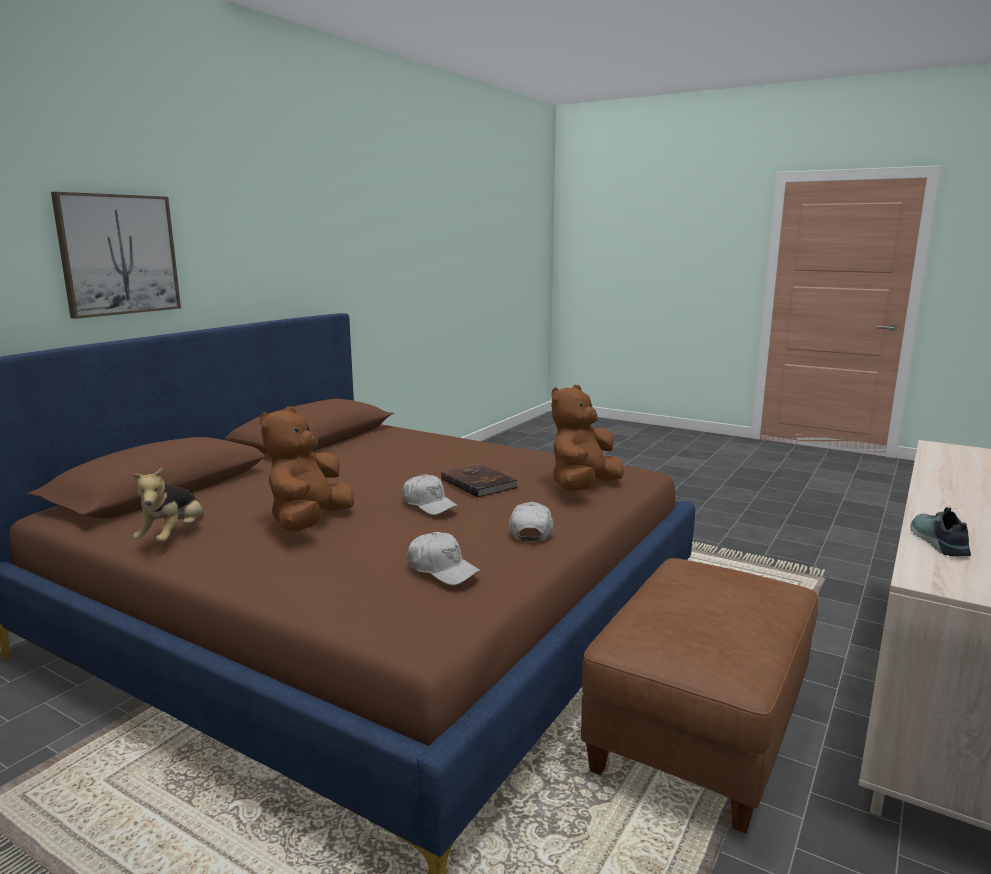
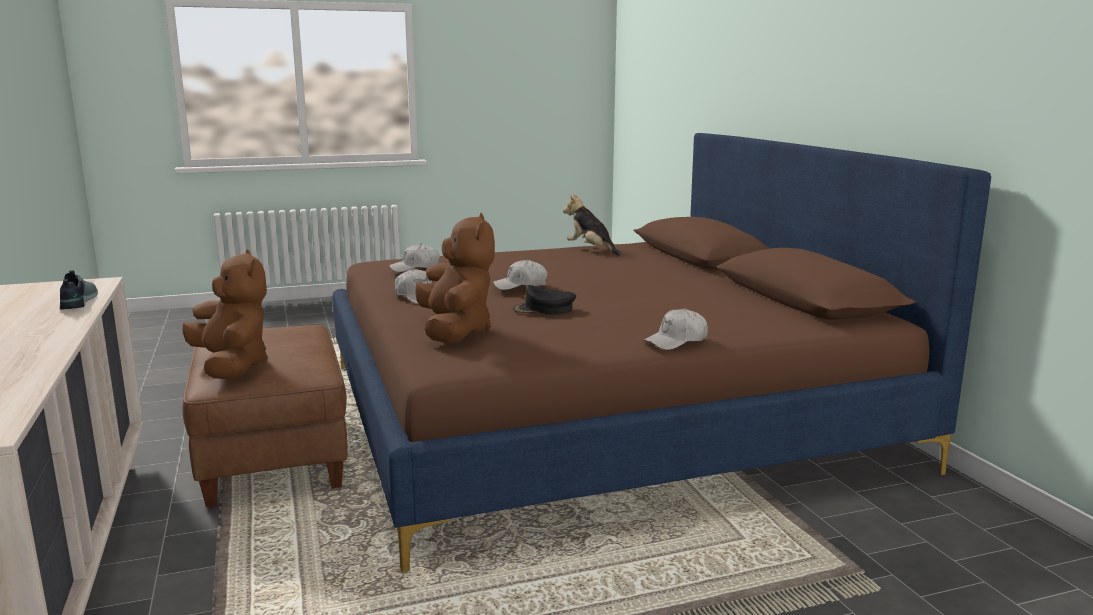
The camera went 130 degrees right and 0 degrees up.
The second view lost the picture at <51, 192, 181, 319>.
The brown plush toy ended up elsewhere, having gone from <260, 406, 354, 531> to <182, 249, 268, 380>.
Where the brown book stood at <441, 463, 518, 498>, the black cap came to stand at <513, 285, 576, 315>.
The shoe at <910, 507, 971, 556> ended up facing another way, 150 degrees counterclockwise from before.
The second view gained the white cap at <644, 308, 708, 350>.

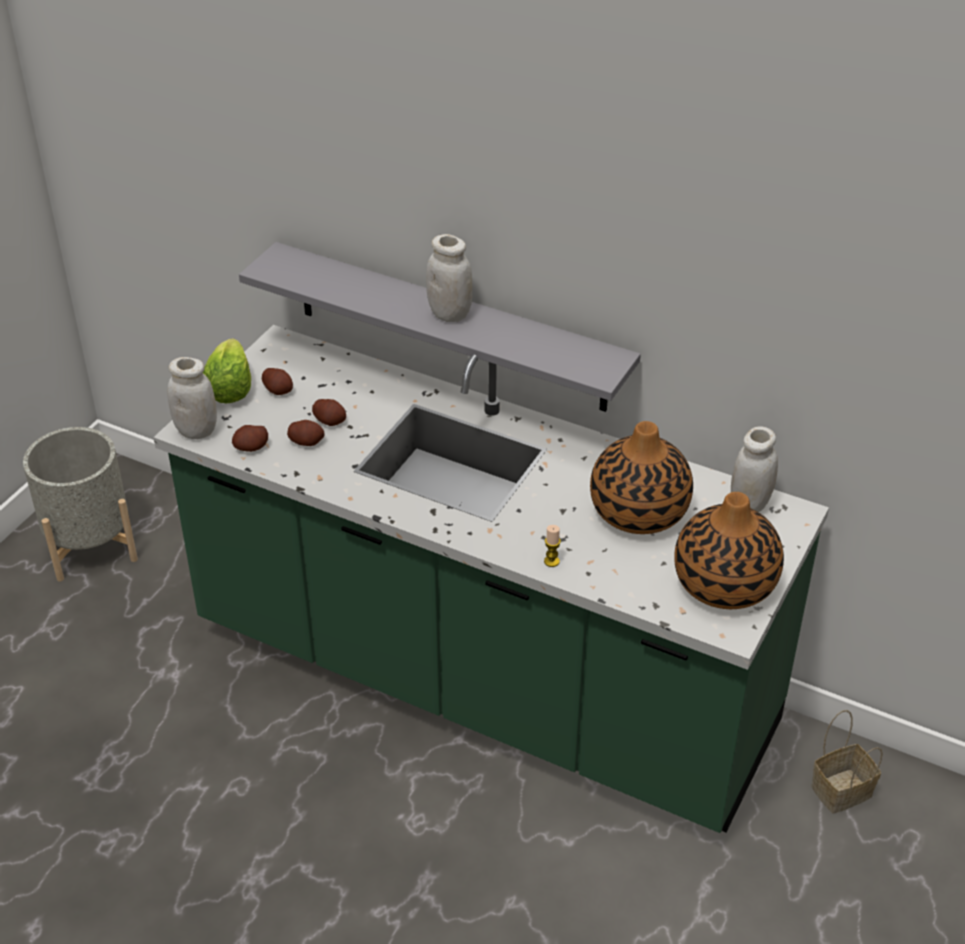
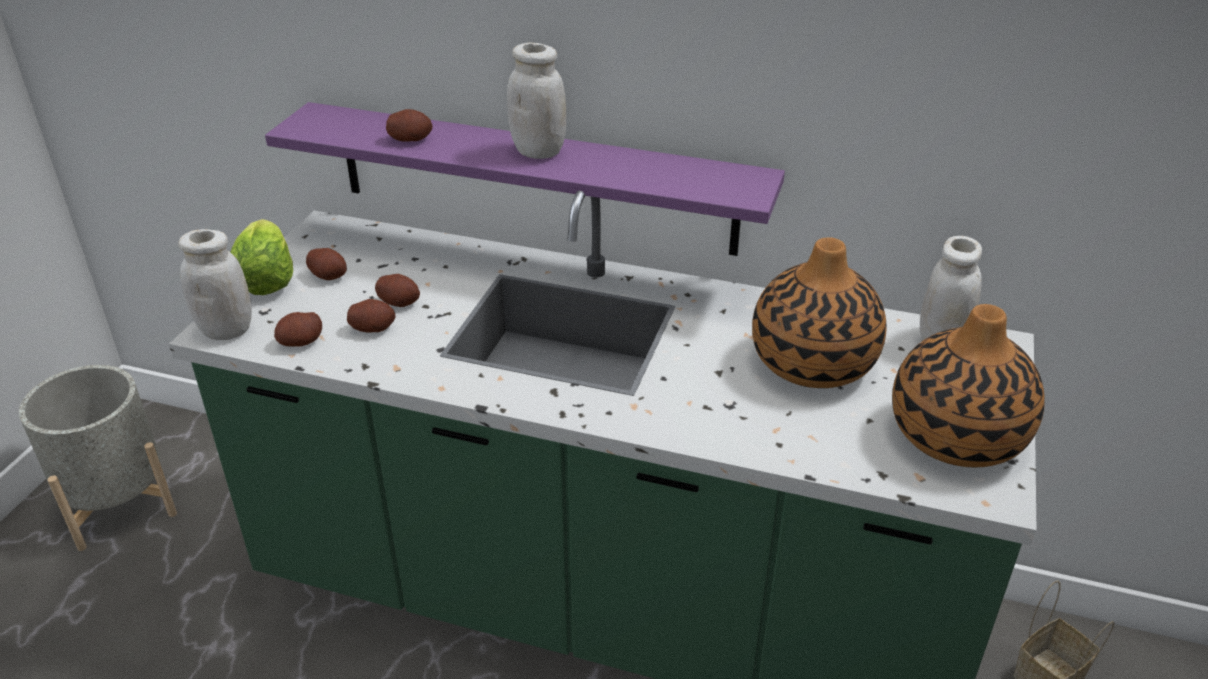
The camera went 10 degrees left and 5 degrees down.
What was the grey shelf at <239, 242, 641, 412> turned into the purple shelf at <265, 102, 785, 256>.
The second view lost the candle at <544, 525, 561, 567>.
The second view gained the potato at <386, 109, 433, 142>.

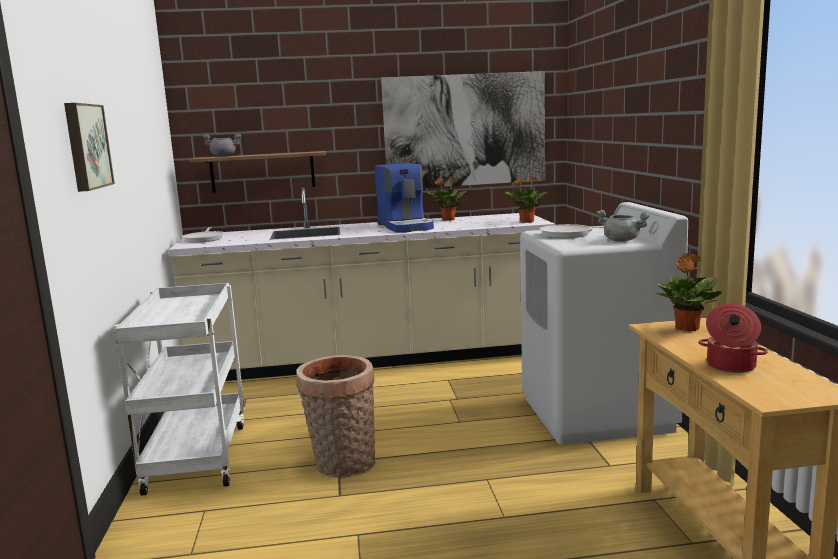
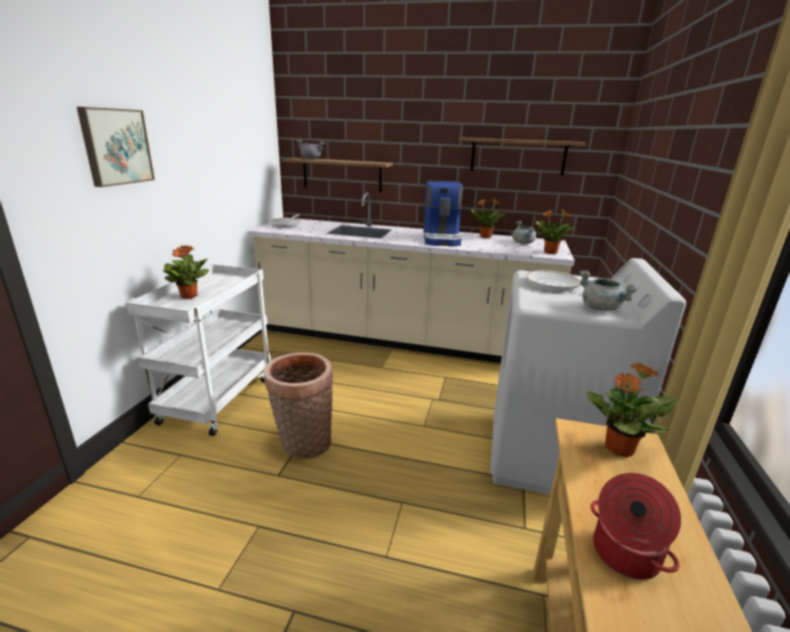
The camera went 20 degrees right and 10 degrees up.
Where the picture hung at <381, 71, 545, 188>, the shelf came to hang at <459, 137, 586, 176>.
The second view gained the potted plant at <163, 245, 209, 299>.
The second view gained the grey cooking pot at <512, 221, 536, 244>.

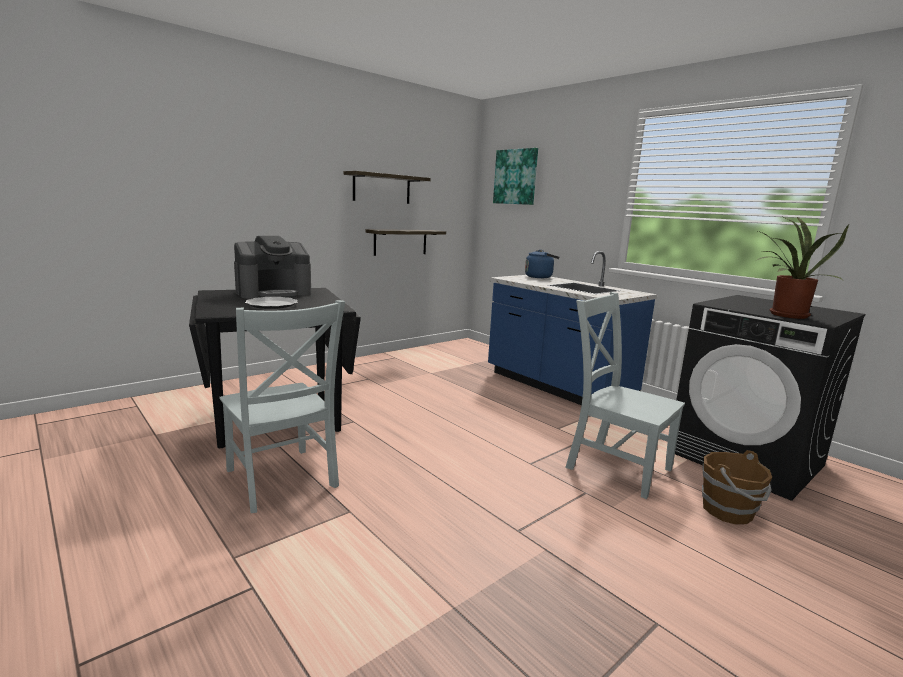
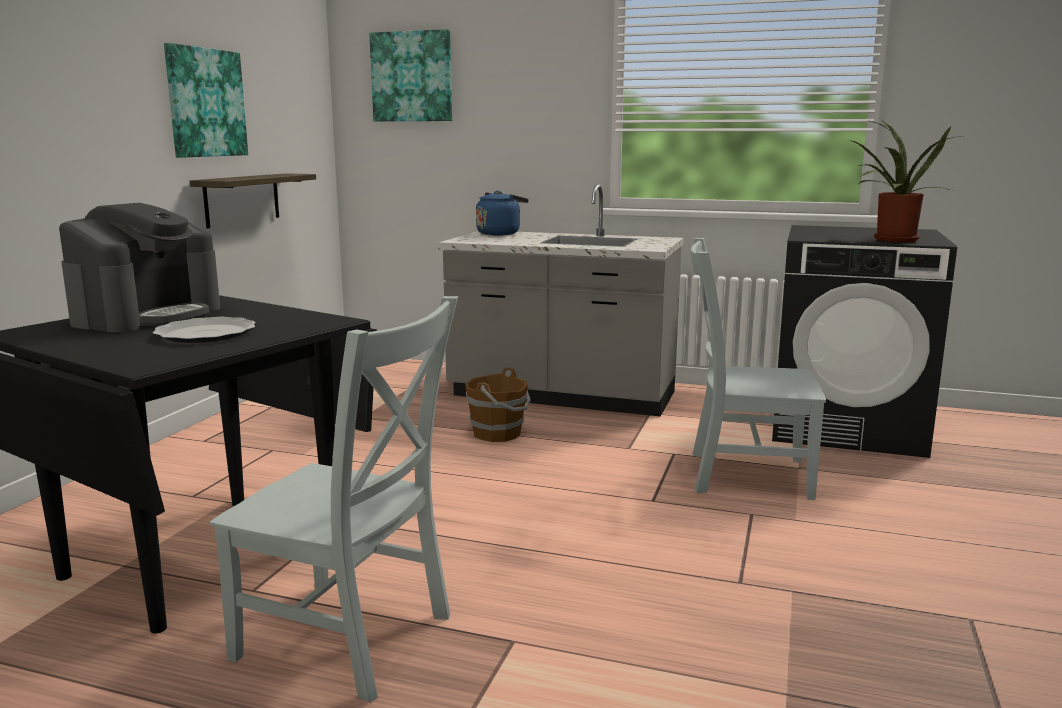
The camera went 30 degrees left and 0 degrees up.
Where the shelf hung at <344, 171, 431, 204>, the picture came to hang at <164, 43, 248, 158>.
What was the blue counter at <488, 251, 657, 405> turned into the grey counter at <438, 184, 684, 416>.
The brown bucket ended up elsewhere, having gone from <702, 450, 772, 525> to <466, 367, 531, 442>.

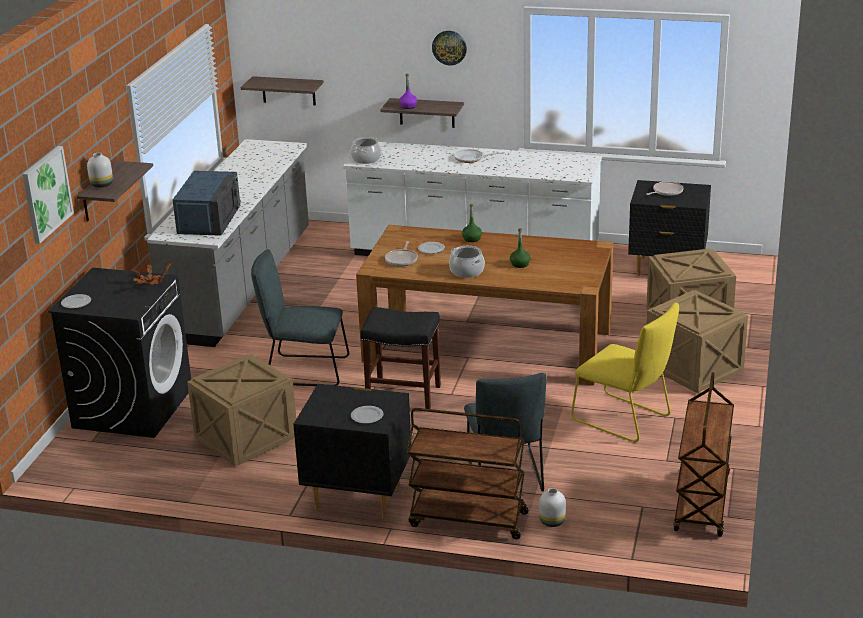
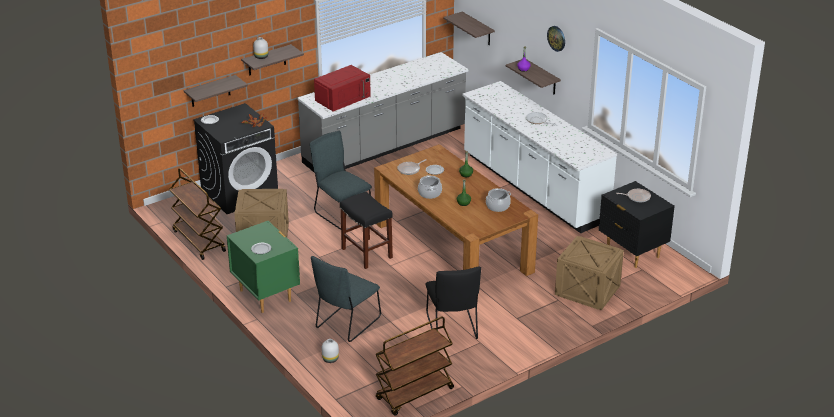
The camera went 40 degrees right and 5 degrees up.
The second view lost the picture at <23, 146, 74, 244>.
What was the blue microwave at <173, 171, 241, 236> turned into the red microwave at <314, 65, 371, 112>.
What was the black nightstand at <293, 384, 411, 519> turned into the green nightstand at <227, 221, 300, 313>.
The cooking pot ended up elsewhere, having gone from <351, 137, 381, 164> to <486, 188, 511, 212>.
The brown cart ended up elsewhere, having gone from <407, 408, 529, 540> to <169, 168, 226, 260>.
What was the yellow chair at <571, 303, 679, 442> turned into the black chair at <426, 266, 481, 339>.
The second view lost the crate at <647, 290, 748, 393>.
The second view gained the shelf at <183, 75, 248, 107>.

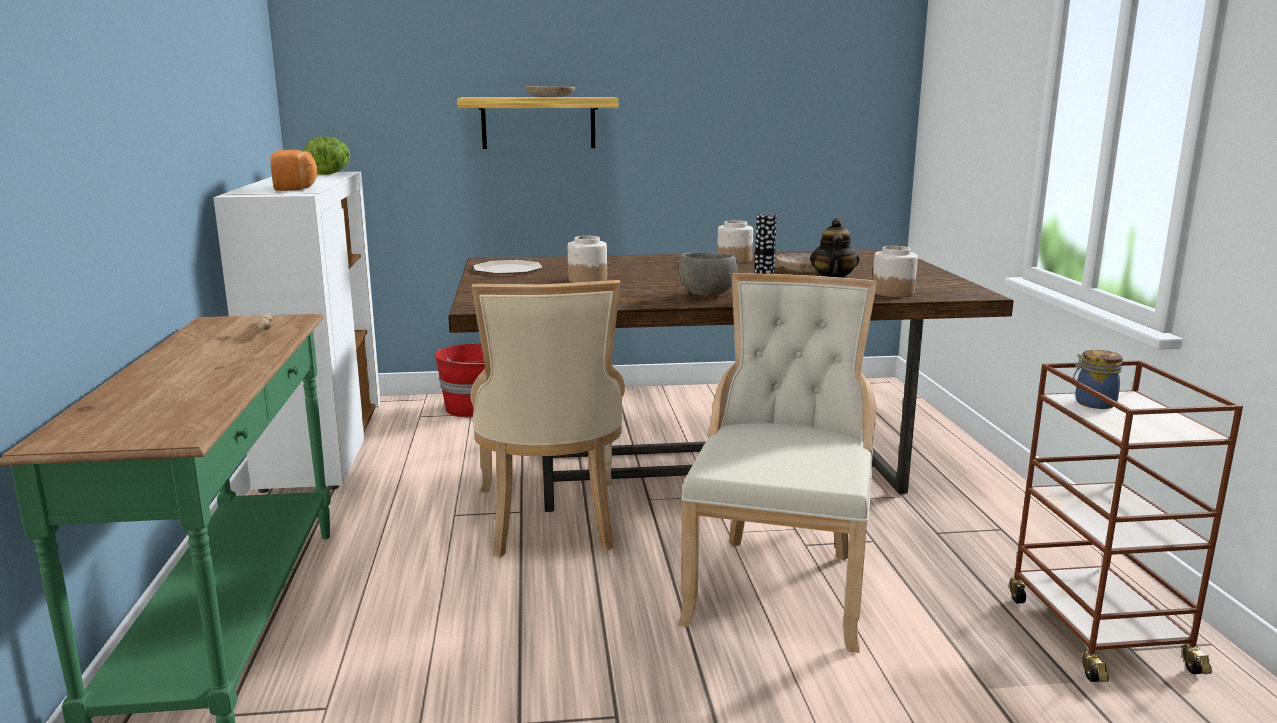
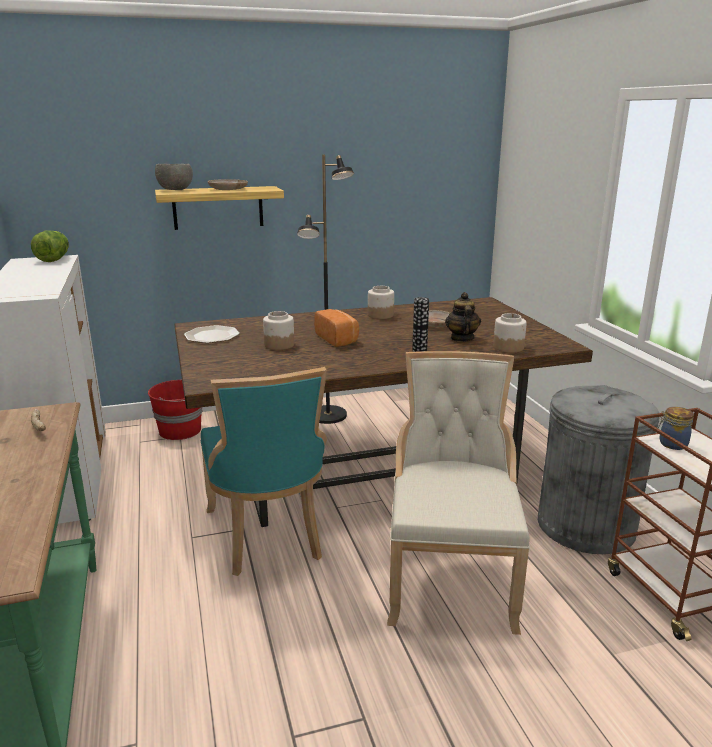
The camera went 10 degrees left and 5 degrees up.
The bread ended up elsewhere, having gone from <270, 150, 317, 191> to <314, 309, 359, 347>.
What was the beige chair at <470, 280, 625, 558> turned into the turquoise chair at <201, 367, 327, 576>.
The grey bowl ended up elsewhere, having gone from <679, 252, 738, 296> to <155, 164, 193, 190>.
The second view gained the black floor lamp at <297, 155, 354, 424>.
The second view gained the grey trash can at <538, 385, 659, 554>.

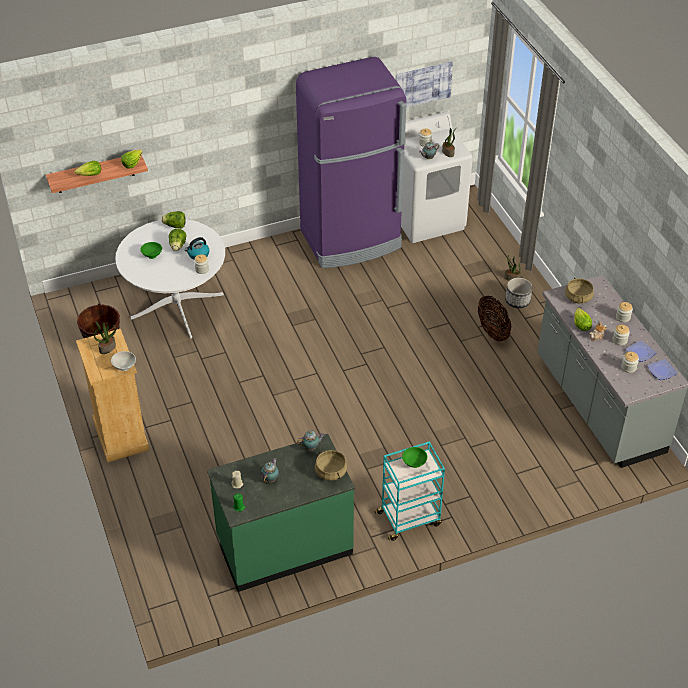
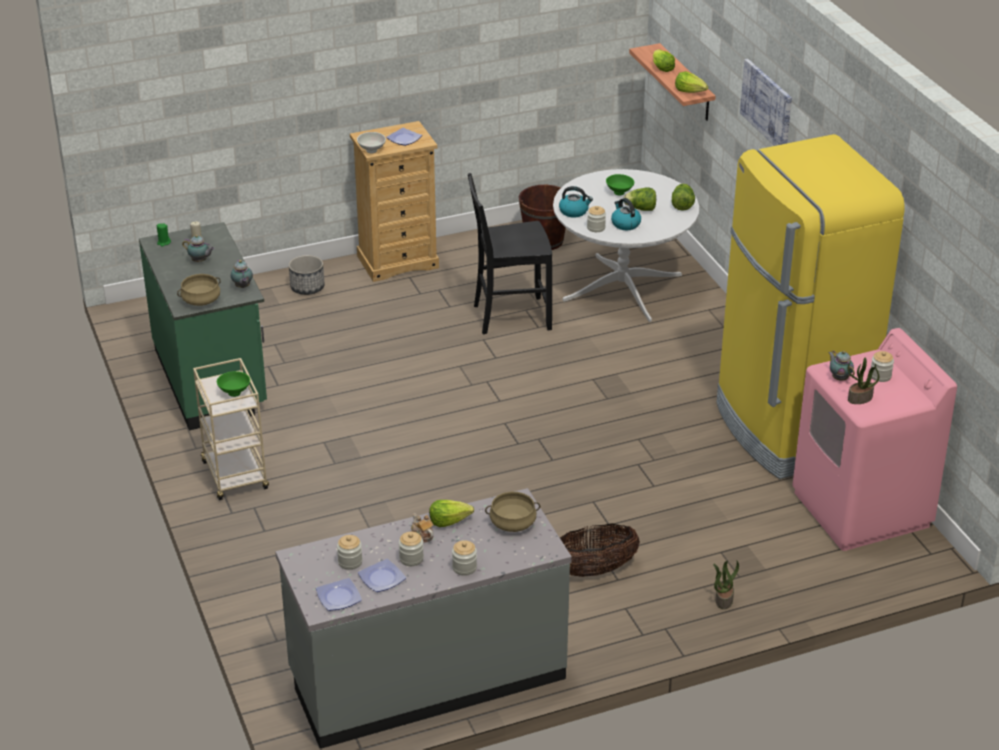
The camera went 90 degrees right and 10 degrees down.
Where the potted plant stood at <94, 321, 116, 354>, the plate came to stand at <386, 128, 422, 146>.
What was the purple fridge at <296, 57, 406, 268> turned into the yellow fridge at <716, 134, 905, 479>.
What was the turquoise cart at <375, 441, 445, 541> turned into the beige cart at <193, 358, 269, 500>.
The picture ended up elsewhere, having gone from <396, 62, 453, 108> to <740, 59, 792, 146>.
What was the white washing machine at <401, 112, 473, 243> turned into the pink washing machine at <792, 328, 957, 551>.
The planter ended up elsewhere, having gone from <505, 278, 533, 308> to <289, 255, 324, 295>.
The second view gained the black chair at <468, 173, 552, 334>.
The second view gained the kettle at <559, 186, 593, 218>.

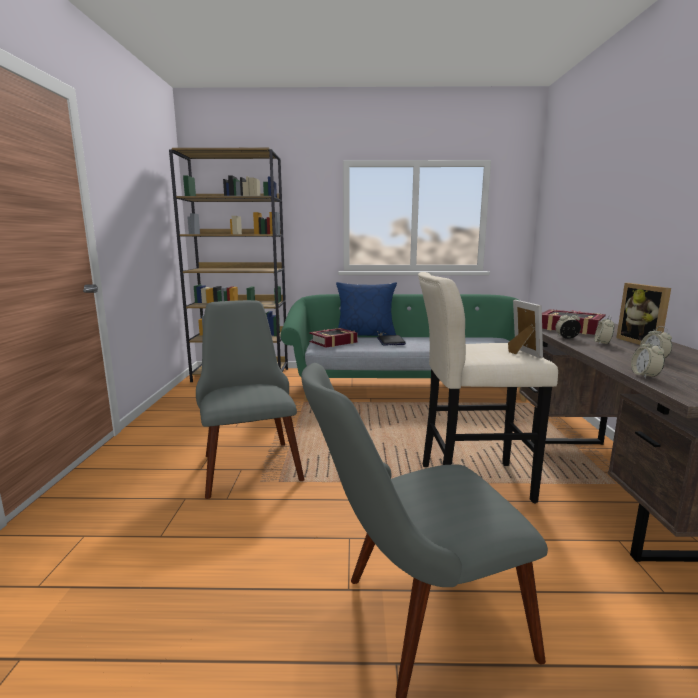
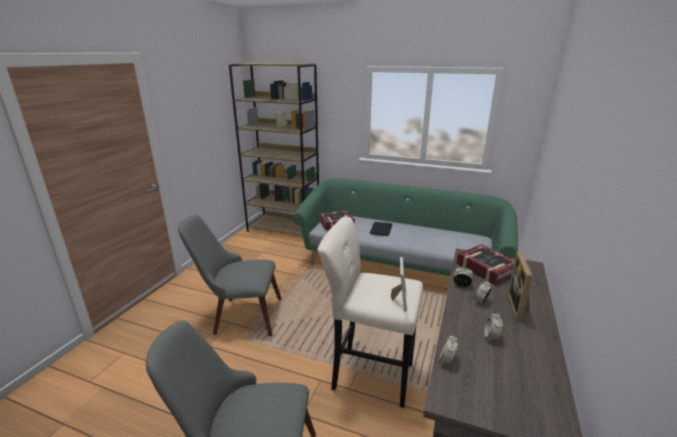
The camera went 20 degrees right and 10 degrees up.
The grey chair at <196, 300, 304, 499> ended up facing another way, 90 degrees counterclockwise from before.
The second view lost the blue pillow at <336, 282, 397, 336>.

